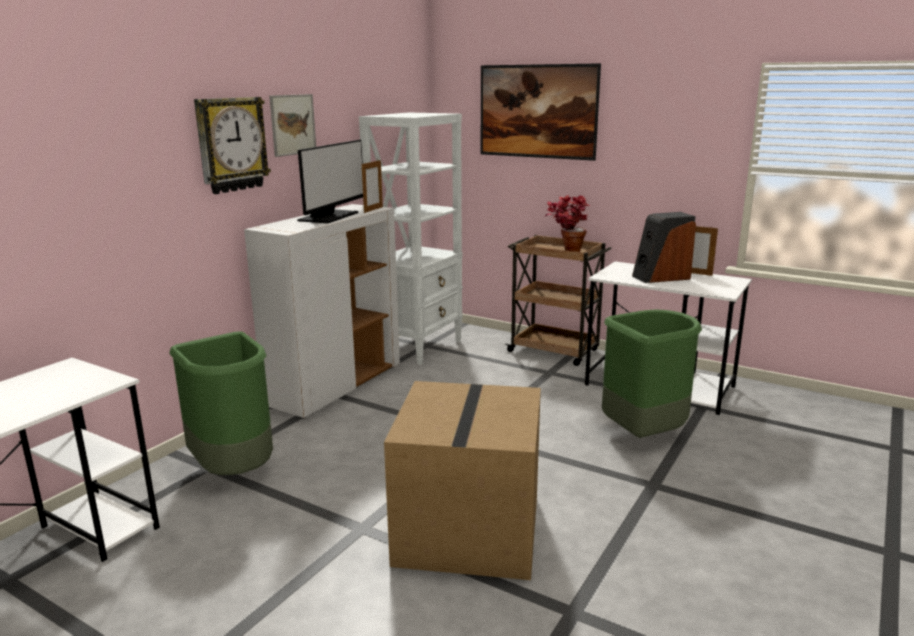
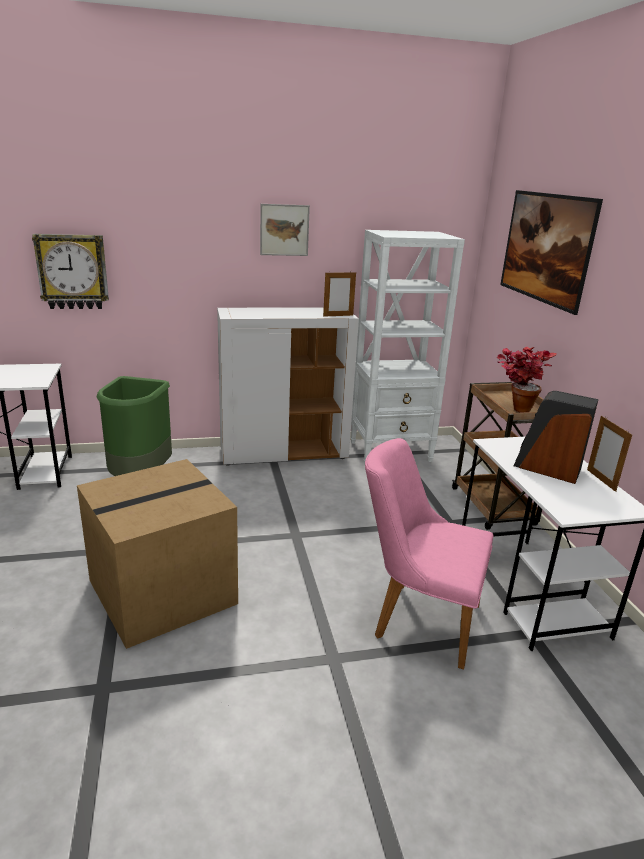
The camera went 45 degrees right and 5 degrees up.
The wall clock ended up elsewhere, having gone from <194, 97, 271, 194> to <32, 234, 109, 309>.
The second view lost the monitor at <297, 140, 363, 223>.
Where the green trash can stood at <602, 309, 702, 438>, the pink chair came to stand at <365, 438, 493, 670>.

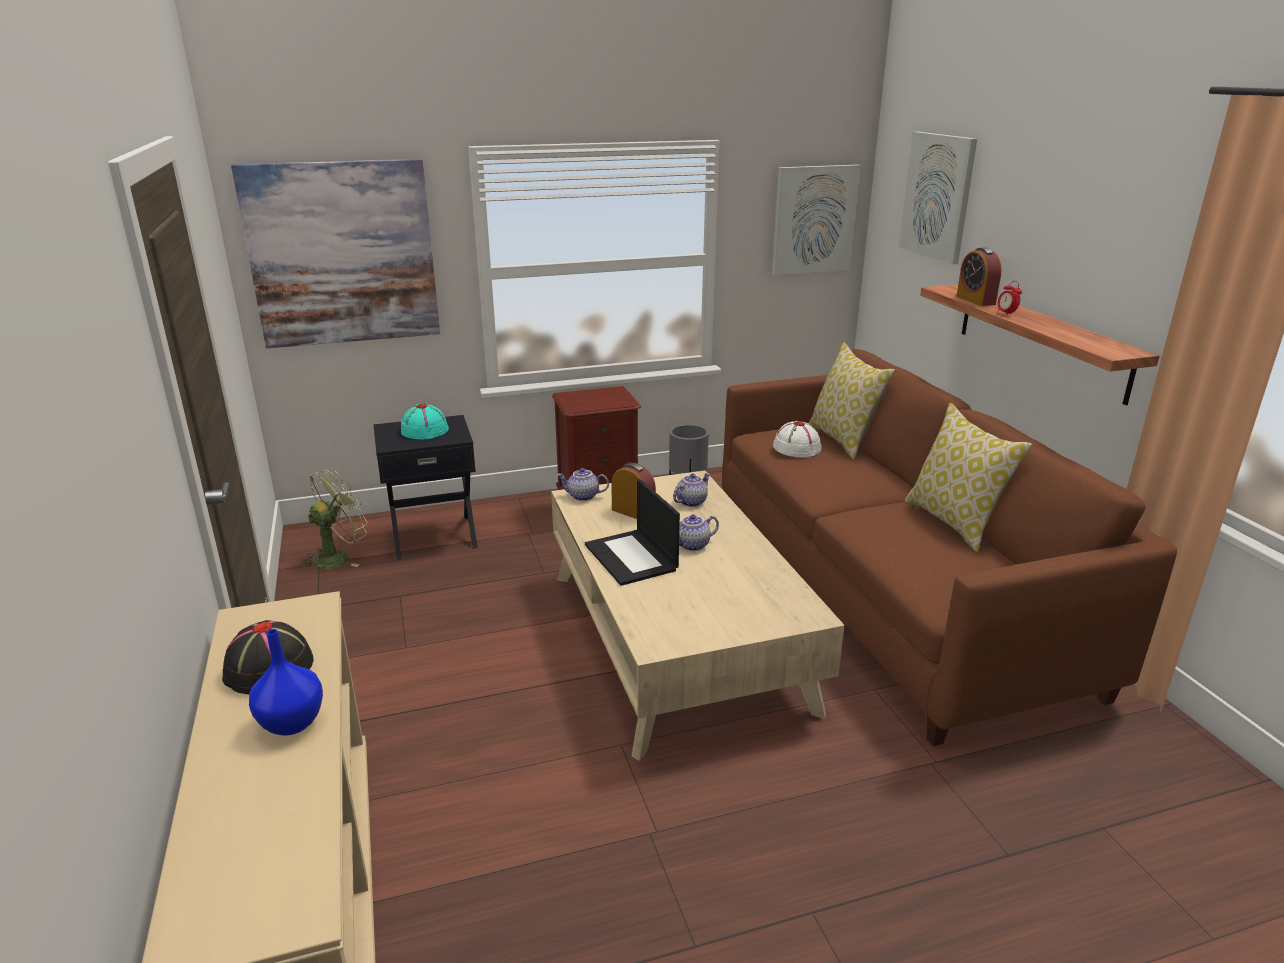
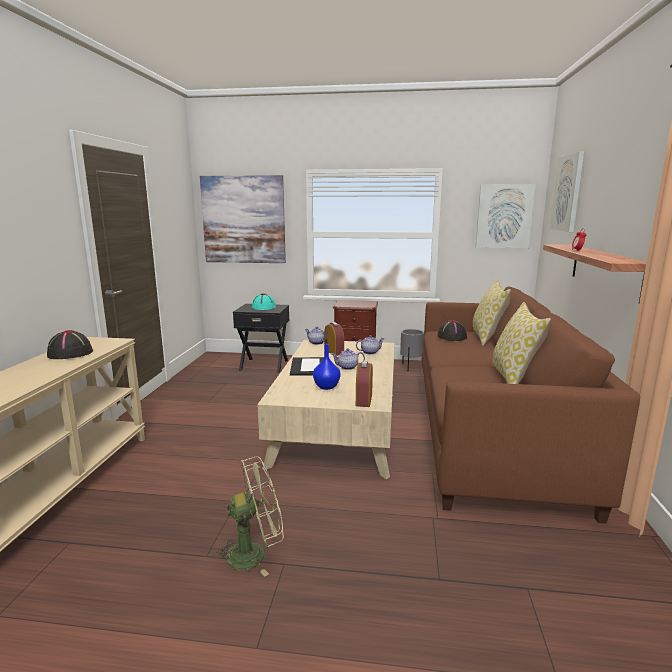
The camera went 25 degrees right and 10 degrees down.
The blue vase ended up elsewhere, having gone from <249, 629, 323, 736> to <313, 344, 341, 390>.
The green fan ended up elsewhere, having gone from <300, 469, 367, 569> to <214, 456, 284, 576>.
What was the white hat at <773, 421, 822, 457> turned into the black hat at <437, 320, 467, 341>.
The alarm clock ended up elsewhere, having gone from <956, 247, 1002, 306> to <356, 361, 373, 407>.

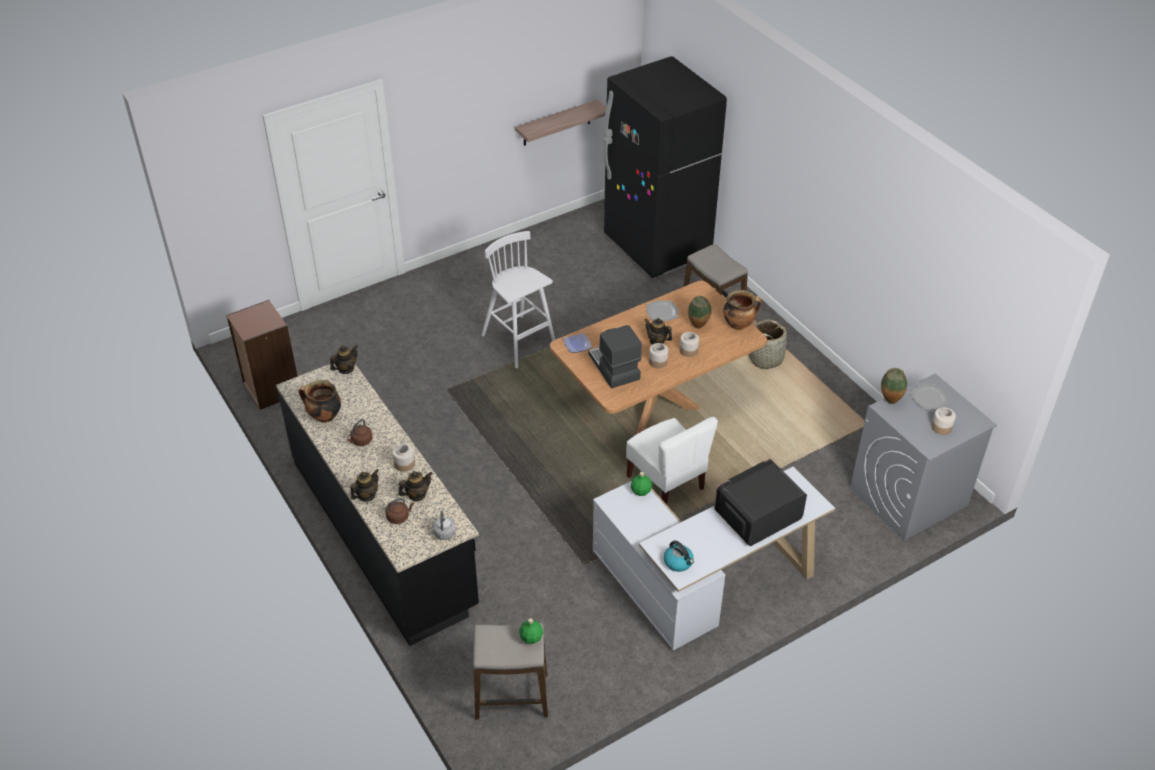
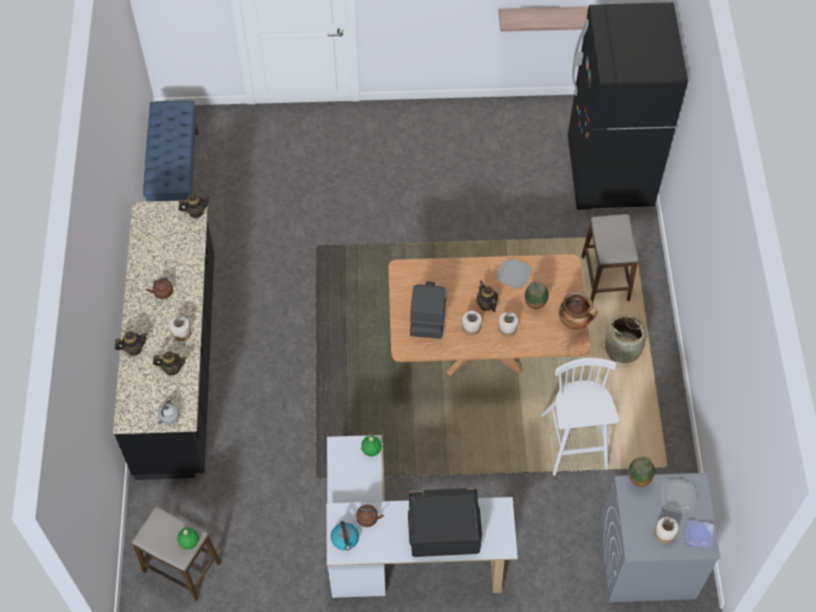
The camera went 30 degrees right and 15 degrees up.
Where the brown bookcase stood at <226, 300, 298, 410>, the blue bench came to stand at <143, 100, 199, 202>.
The second view lost the cooking pot at <299, 380, 341, 423>.
The brown kettle ended up elsewhere, having gone from <385, 498, 414, 524> to <356, 504, 384, 527>.
The white stool ended up elsewhere, having gone from <481, 231, 555, 368> to <541, 358, 619, 475>.
The plate ended up elsewhere, having gone from <563, 333, 592, 353> to <685, 520, 714, 548>.
The second view lost the white chair at <626, 417, 718, 505>.

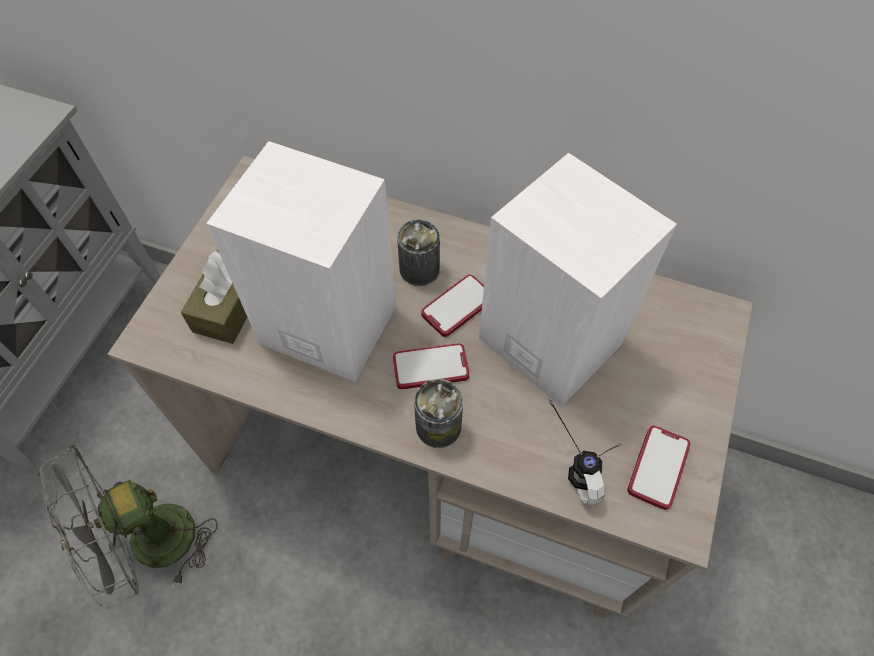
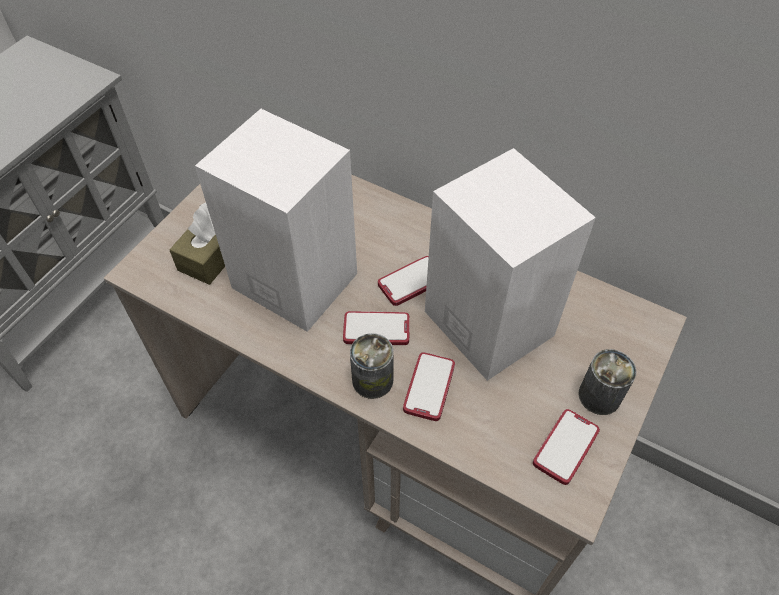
The camera went 10 degrees right and 5 degrees down.
The second view lost the grey fan at <38, 444, 218, 609>.
The can ended up elsewhere, having gone from <397, 219, 440, 286> to <578, 349, 636, 415>.
The second view lost the headphones at <549, 398, 622, 506>.
The second view gained the phone at <403, 352, 455, 421>.

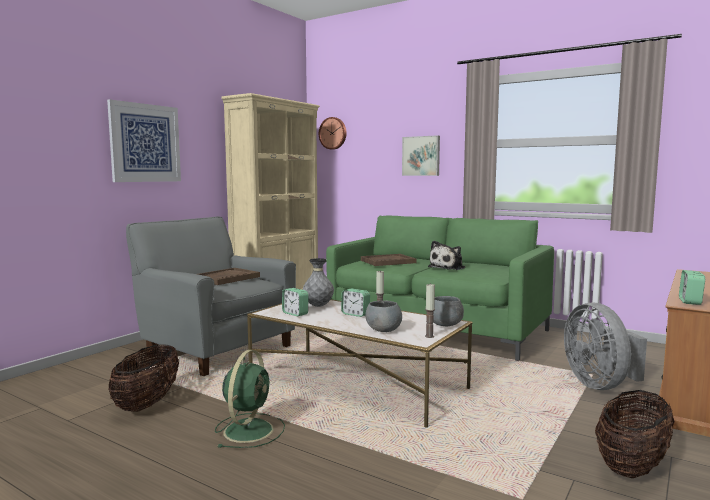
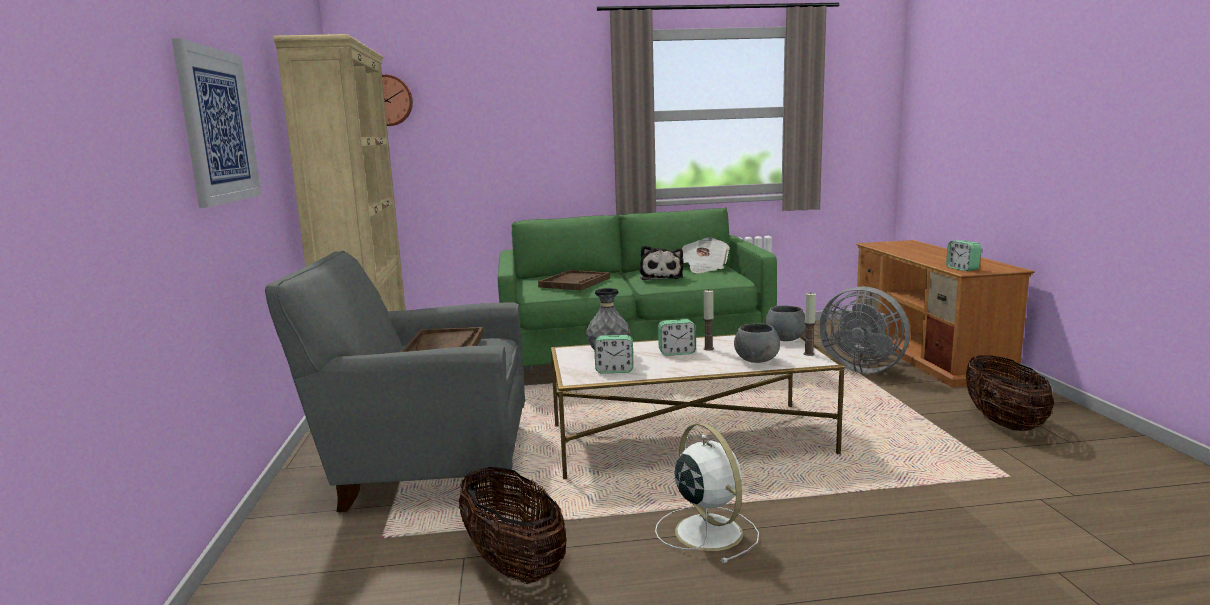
The camera went 40 degrees left and 5 degrees up.
What was the green fan at <215, 350, 285, 448> turned into the white fan at <655, 423, 759, 563>.
The second view lost the picture at <402, 135, 440, 176>.
The second view gained the newspaper at <682, 237, 730, 273>.

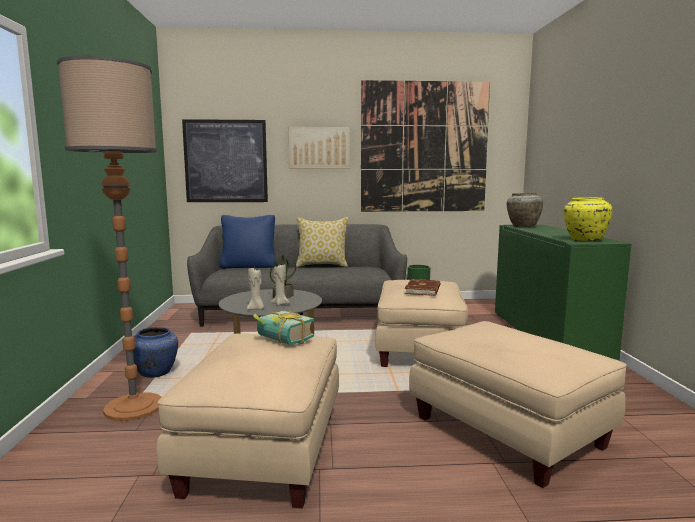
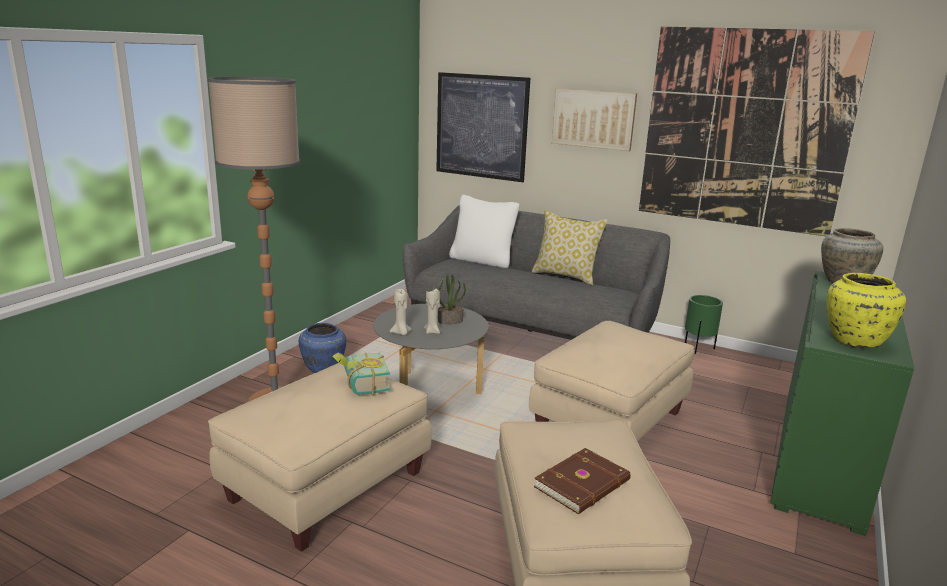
The camera went 30 degrees right and 10 degrees up.
What was the blue pillow at <219, 215, 276, 268> turned into the white pillow at <449, 195, 520, 268>.
The brown book ended up elsewhere, having gone from <405, 279, 440, 296> to <534, 448, 631, 514>.

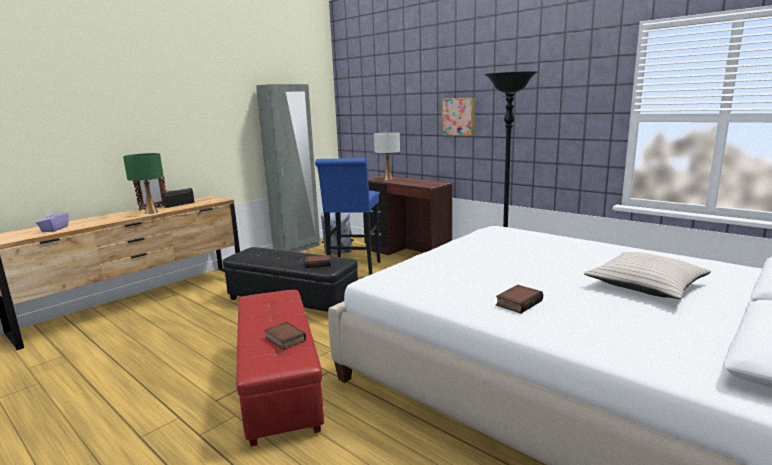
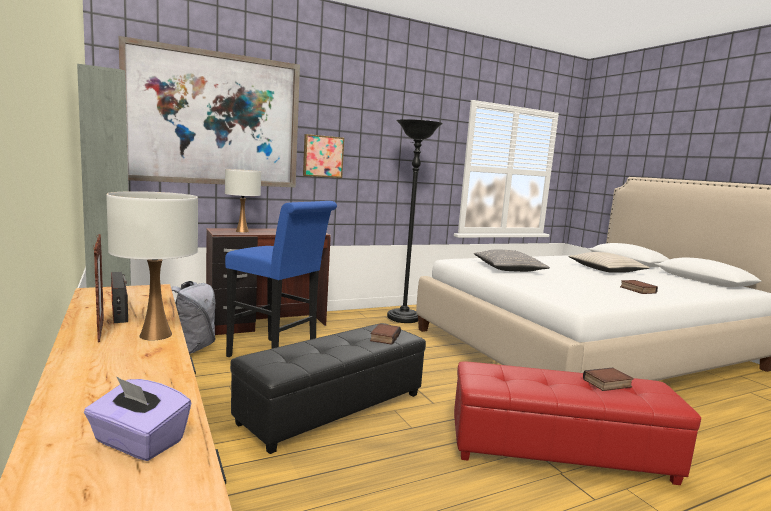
The camera went 70 degrees left and 5 degrees down.
What was the green table lamp at <123, 153, 164, 214> turned into the white table lamp at <106, 191, 198, 341>.
The second view gained the picture at <119, 36, 300, 188>.
The second view gained the grey pillow at <474, 249, 550, 272>.

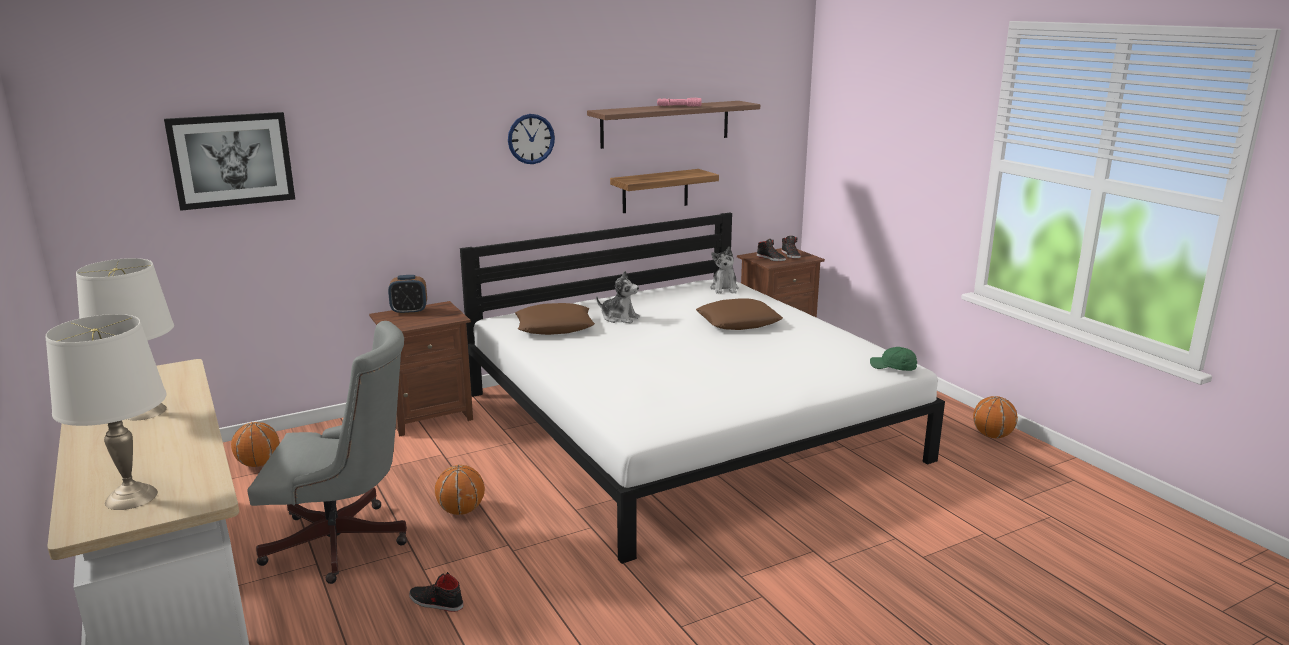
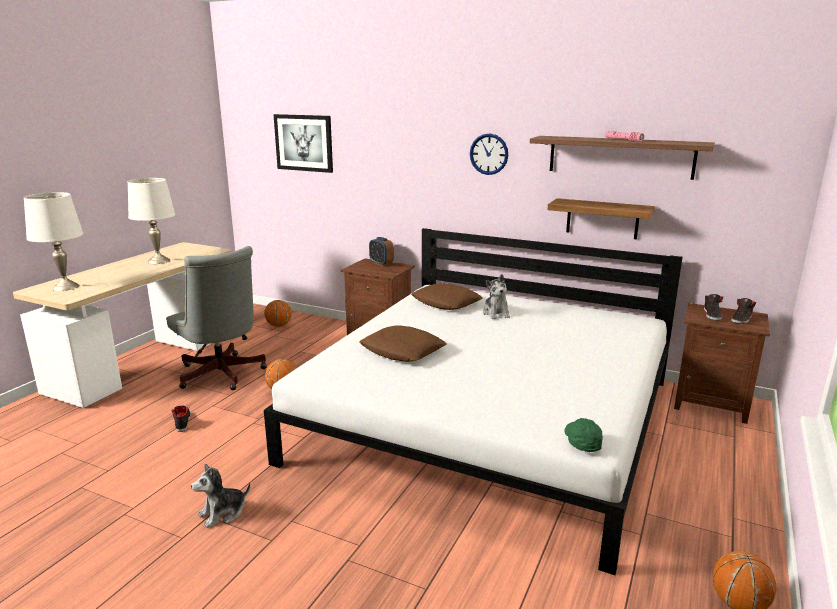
The camera went 55 degrees right and 0 degrees up.
The brown pillow ended up elsewhere, having gone from <696, 299, 783, 330> to <359, 325, 447, 362>.
The plush toy ended up elsewhere, having gone from <710, 247, 739, 294> to <191, 463, 250, 528>.

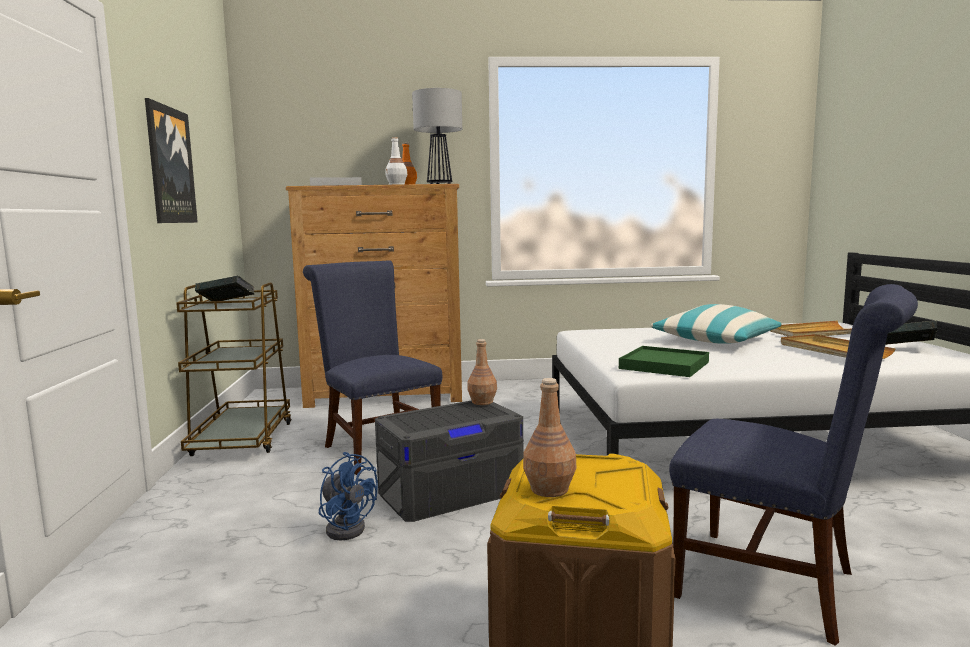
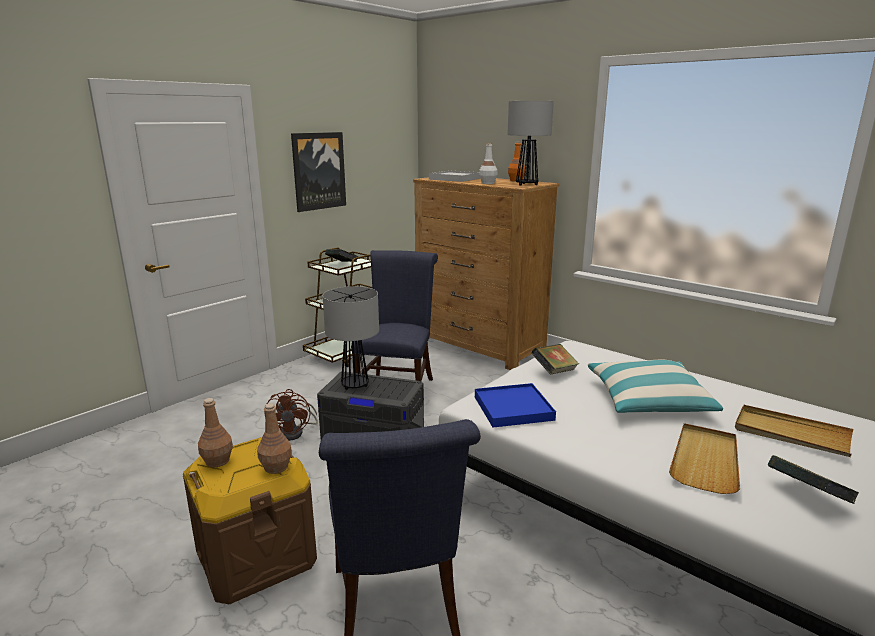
The camera went 45 degrees right and 10 degrees up.
What was the blue fan at <319, 452, 378, 541> turned into the brown fan at <267, 389, 318, 441>.
The brown bottle ended up elsewhere, having gone from <467, 339, 497, 405> to <257, 403, 292, 474>.
What was the green tray at <619, 346, 709, 377> turned into the blue tray at <475, 383, 556, 428>.
The second view gained the table lamp at <322, 286, 379, 390>.
The second view gained the book at <532, 344, 579, 375>.

